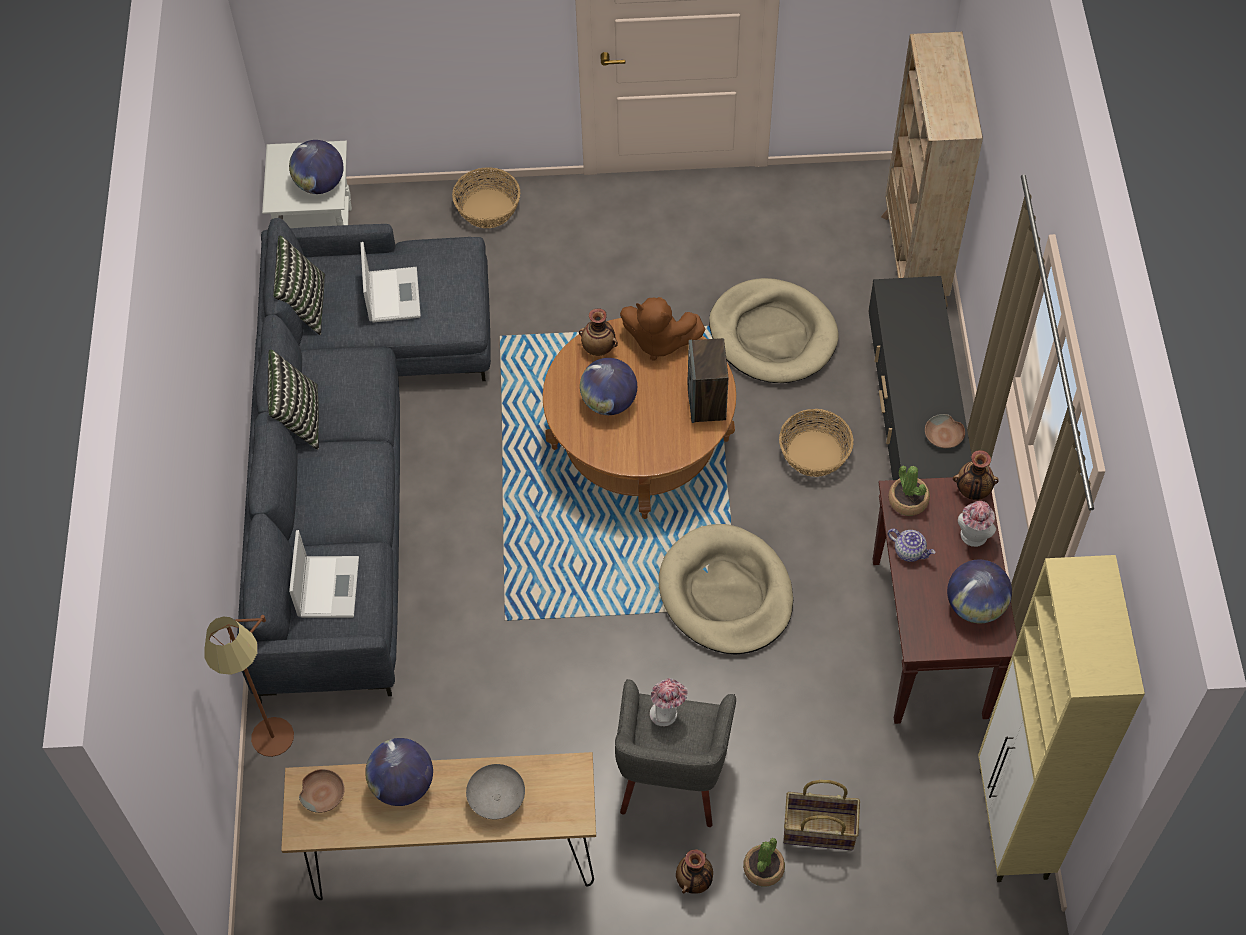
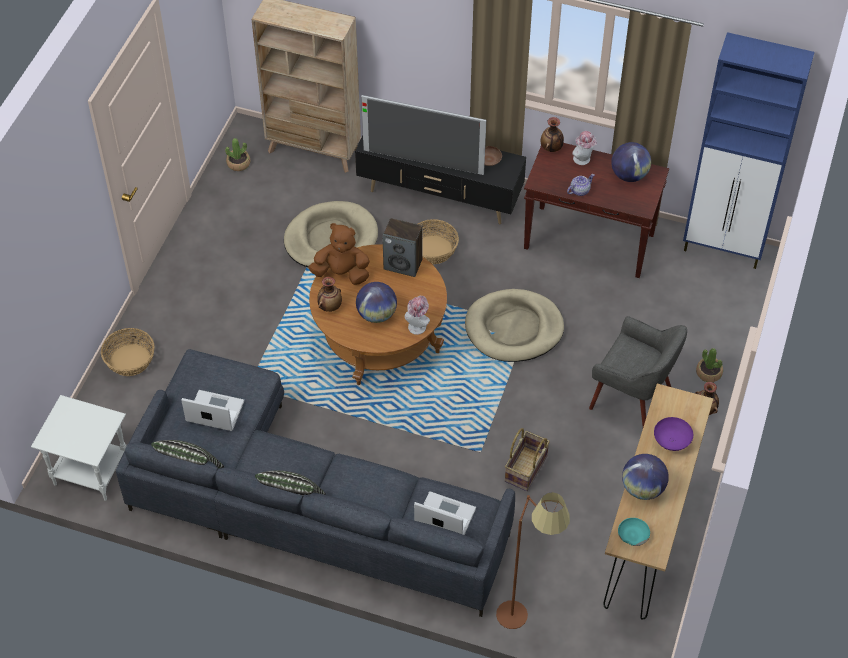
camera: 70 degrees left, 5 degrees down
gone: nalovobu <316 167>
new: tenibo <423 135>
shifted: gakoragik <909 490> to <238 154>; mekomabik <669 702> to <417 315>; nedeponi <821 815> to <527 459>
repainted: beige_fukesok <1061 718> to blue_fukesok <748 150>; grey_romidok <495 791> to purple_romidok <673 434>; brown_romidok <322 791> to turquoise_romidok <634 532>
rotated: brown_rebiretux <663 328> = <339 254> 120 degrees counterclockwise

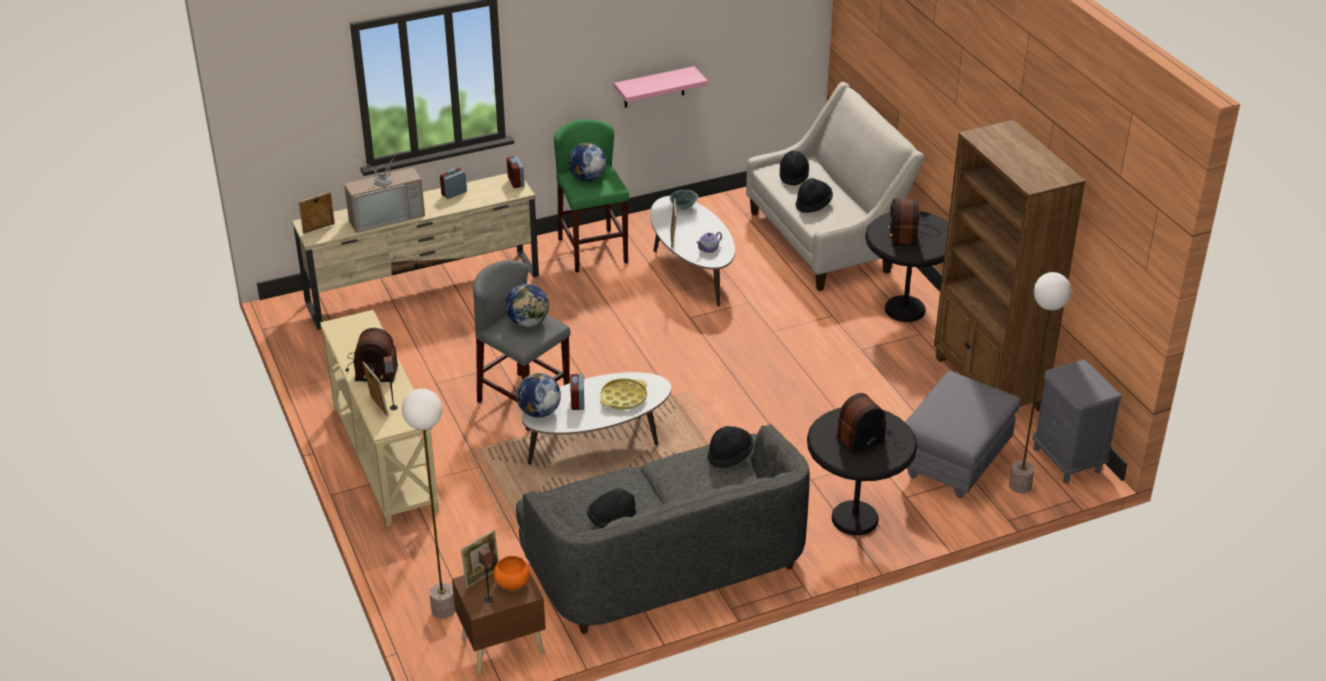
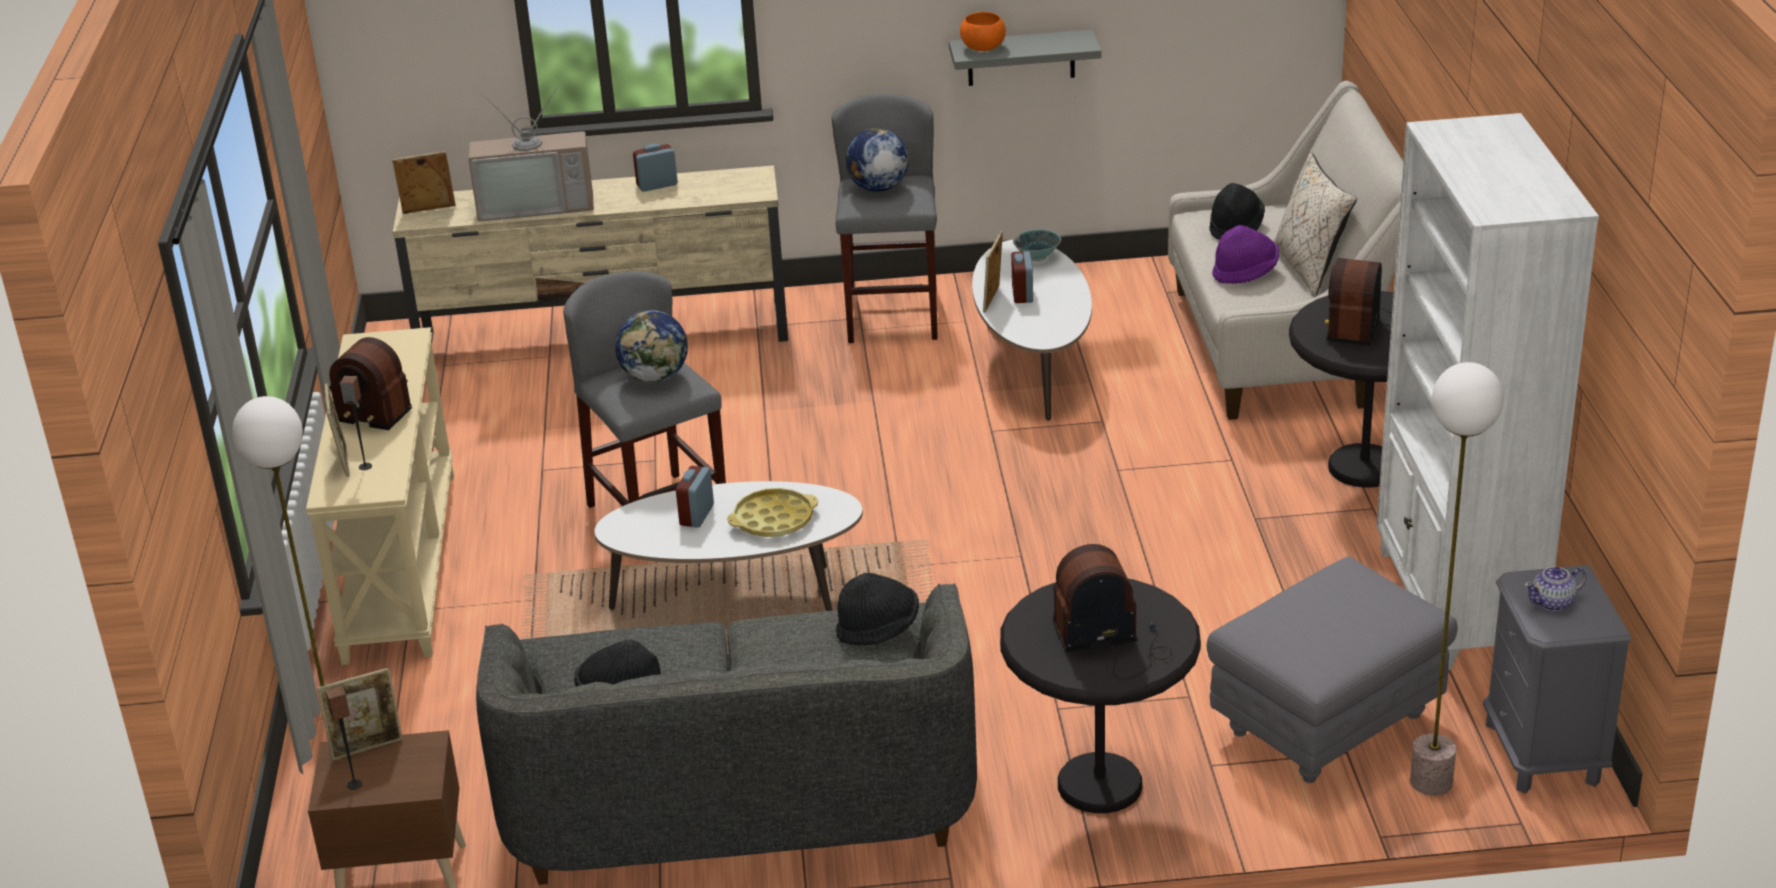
camera: 20 degrees right, 5 degrees down
gone: nalovobu <538 395>
new: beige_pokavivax <1315 224>
shifted: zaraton <515 172> to <1022 277>; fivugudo <709 242> to <1555 588>; orange_romidok <512 573> to <983 31>
repainted: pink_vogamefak <661 87> to grey_vogamefak <1025 58>; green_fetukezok <591 196> to grey_fetukezok <885 218>; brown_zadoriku <1010 265> to white_zadoriku <1488 392>; black_mekomabik <814 195> to purple_mekomabik <1245 254>

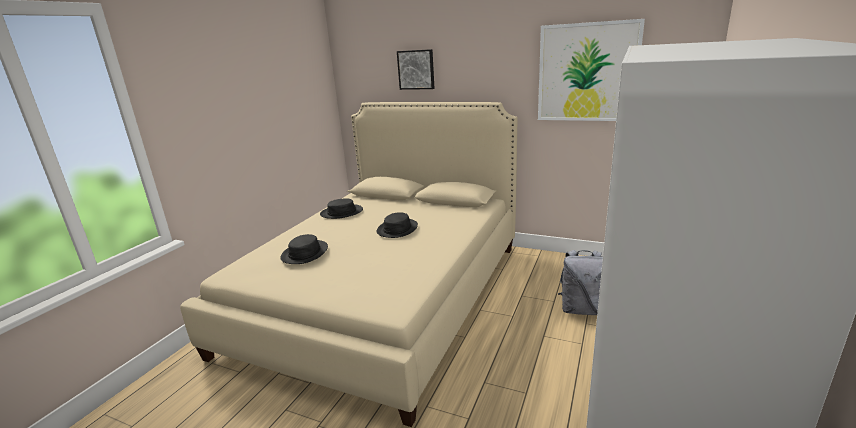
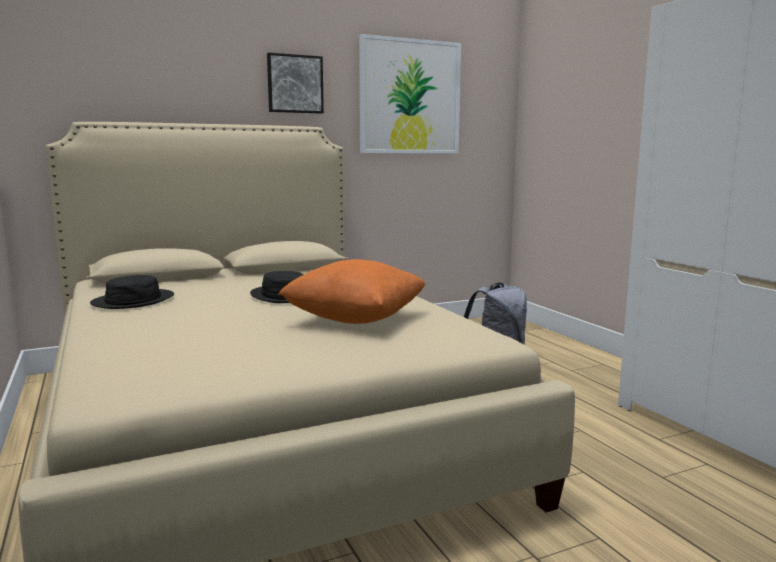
camera: 50 degrees left, 10 degrees down
gone: black_mekomabik <304 249>
new: orange_pokavivax <352 291>
shifted: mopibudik <416 69> to <295 83>

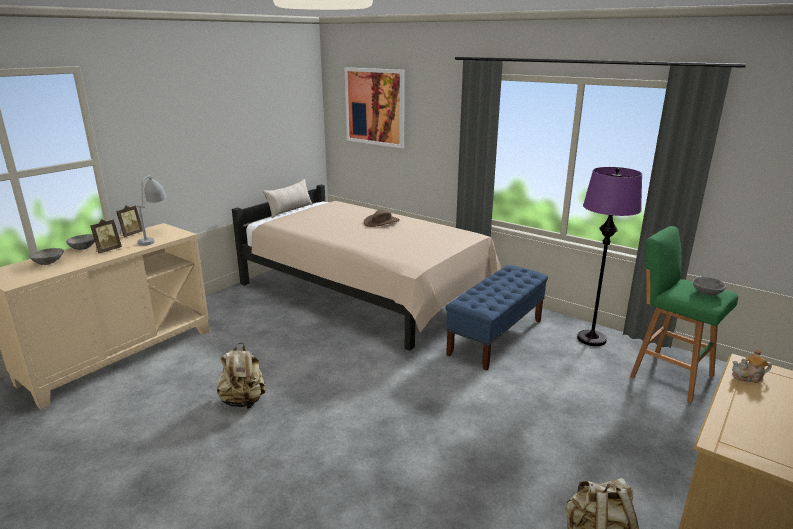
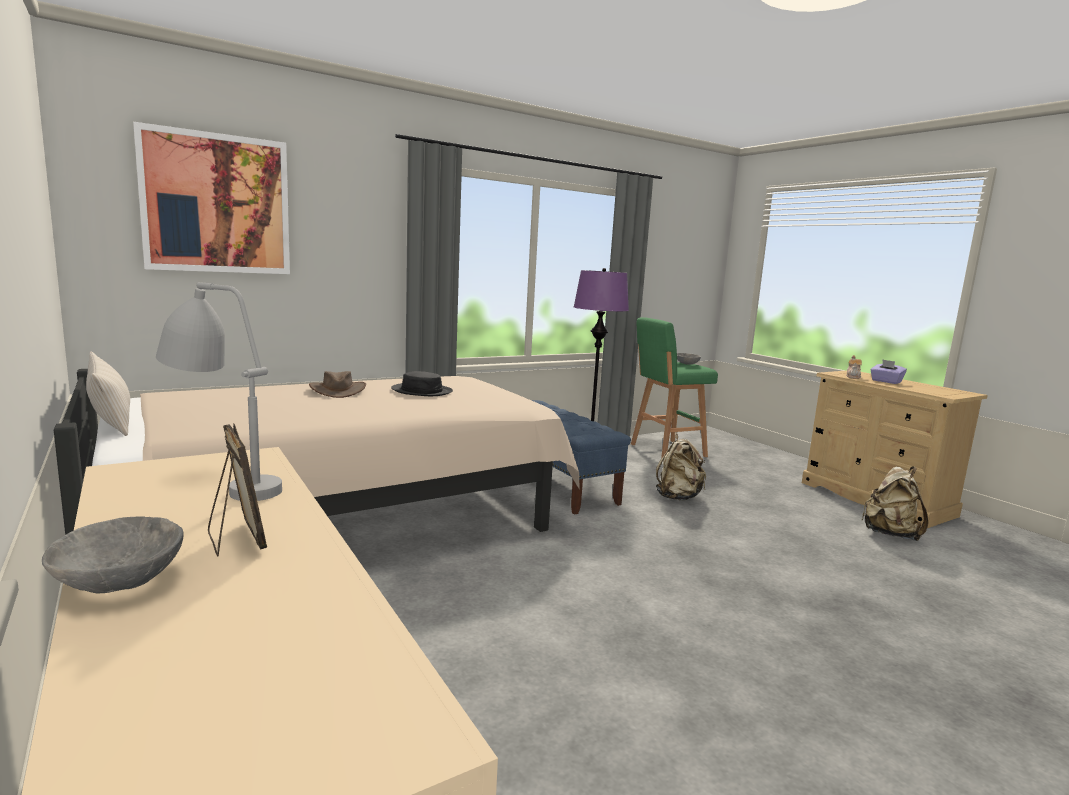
camera: 70 degrees left, 10 degrees down
gone: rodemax <129 221>; grey_romidok <46 256>
new: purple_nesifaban <888 371>; black_mekomabik <422 383>
shifted: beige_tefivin <241 376> to <681 466>

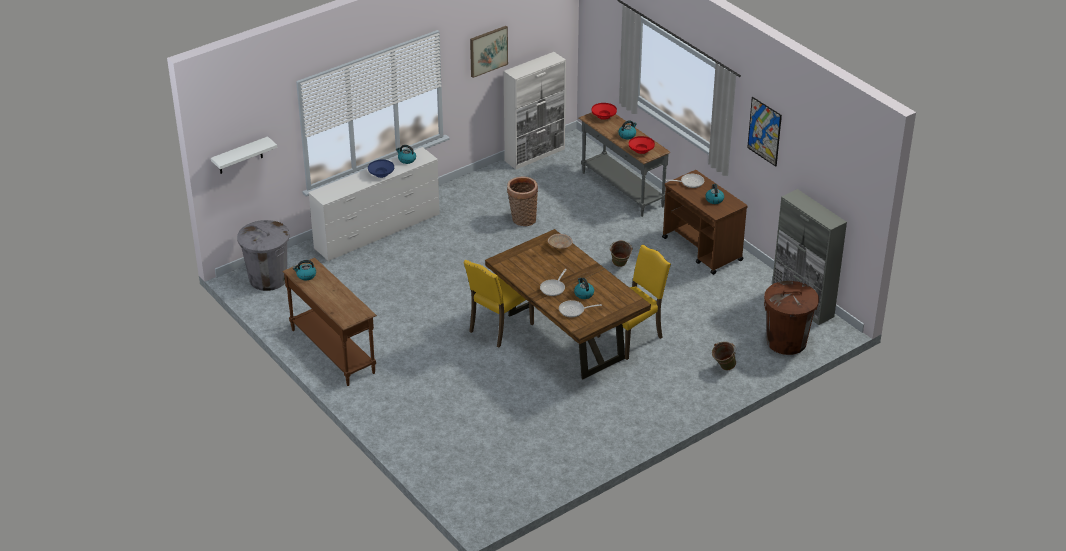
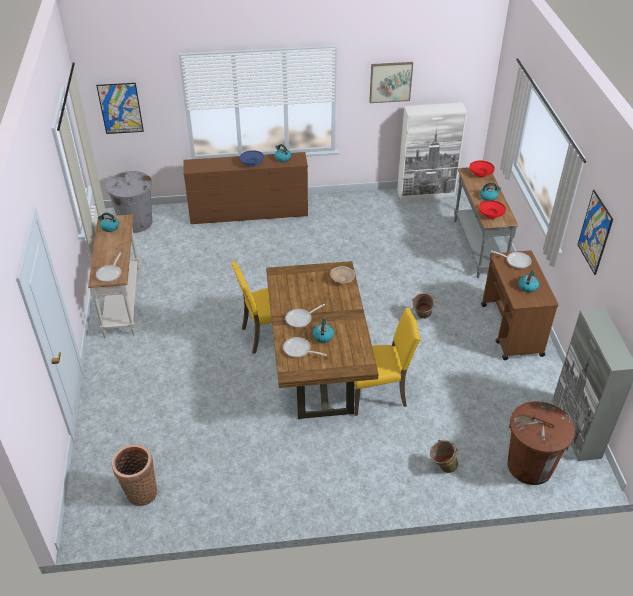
camera: 30 degrees right, 5 degrees up
new: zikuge <108 267>
shifted: nedeponi <522 201> to <134 475>
swapped: white_vogamefak <244 155> to mopibudik <120 108>
repainted: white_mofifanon <374 204> to brown_mofifanon <245 188>; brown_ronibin <329 322> to white_ronibin <114 276>

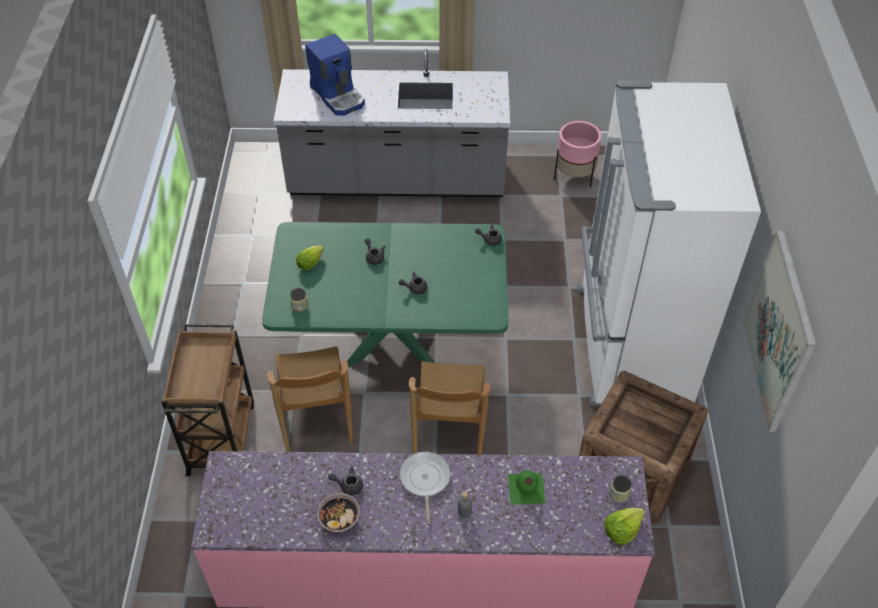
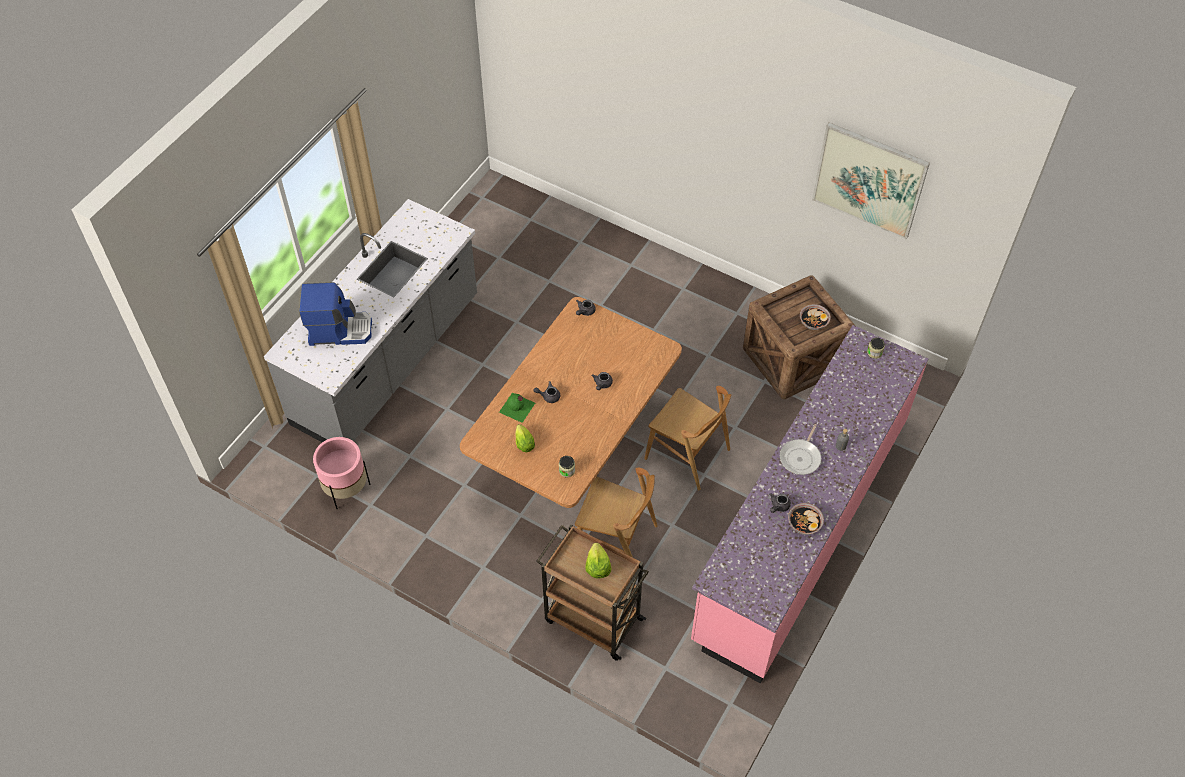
camera: 60 degrees left, 5 degrees up
gone: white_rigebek <670 242>
new: romidok <815 317>
shifted: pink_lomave <578 154> to <342 473>; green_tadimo <527 487> to <517 408>; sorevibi <624 526> to <598 560>
repainted: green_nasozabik <385 295> to brown_nasozabik <571 402>
rotated: zikuge <425 488> = <800 449> 90 degrees counterclockwise

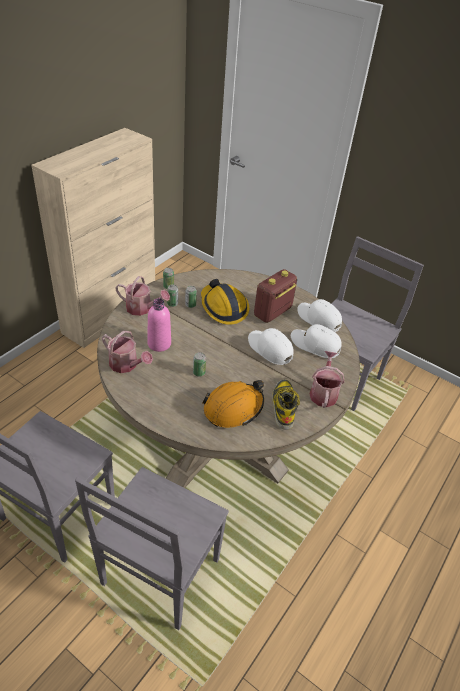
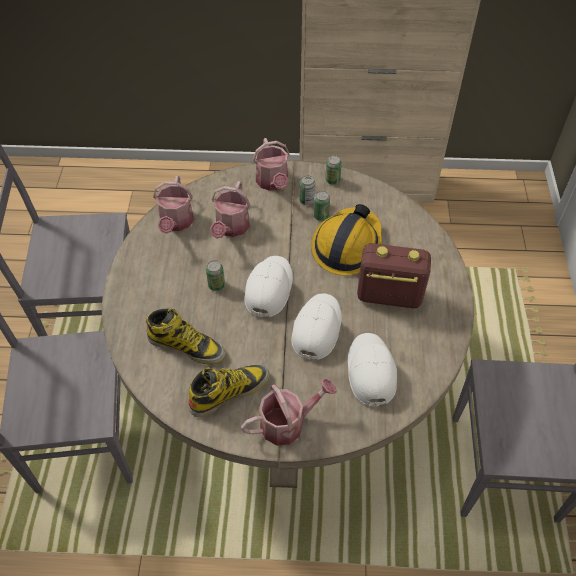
camera: 60 degrees right, 10 degrees up
shifted: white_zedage <319 316> to <268 286>
swapped: pink_tadimo <159 325> to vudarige <230 210>; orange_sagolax <233 404> to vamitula <186 337>

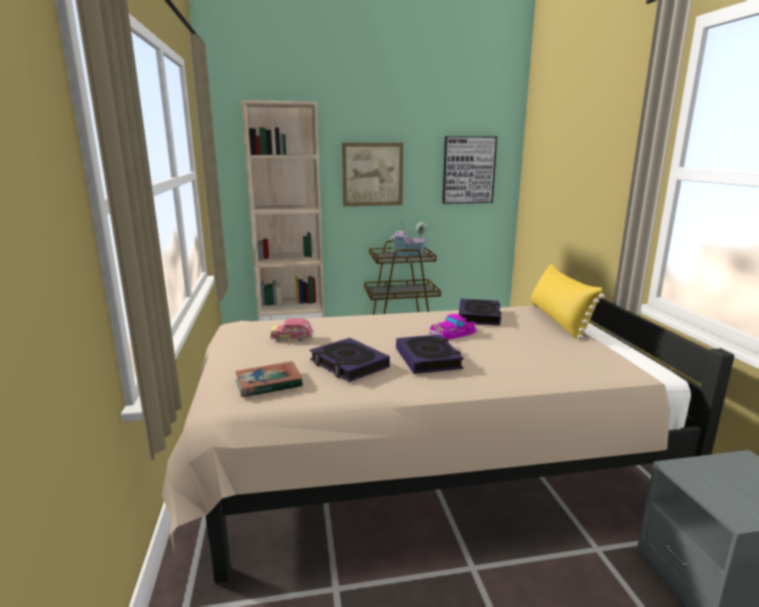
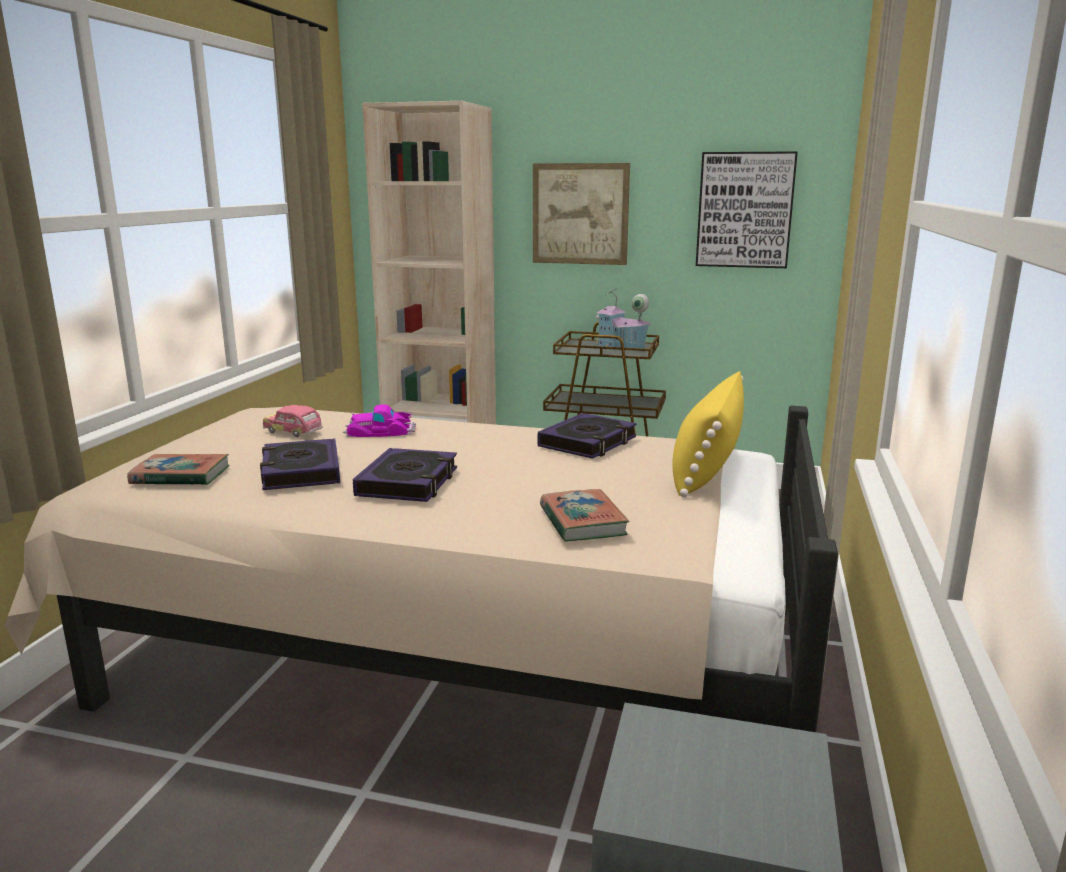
camera: 25 degrees right, 0 degrees up
new: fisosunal <585 515>
shifted: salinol <453 327> to <379 420>

